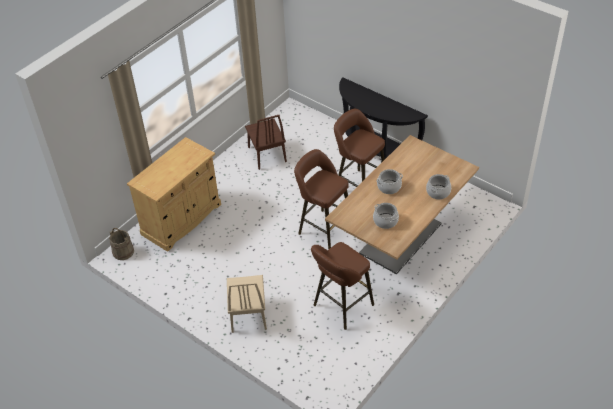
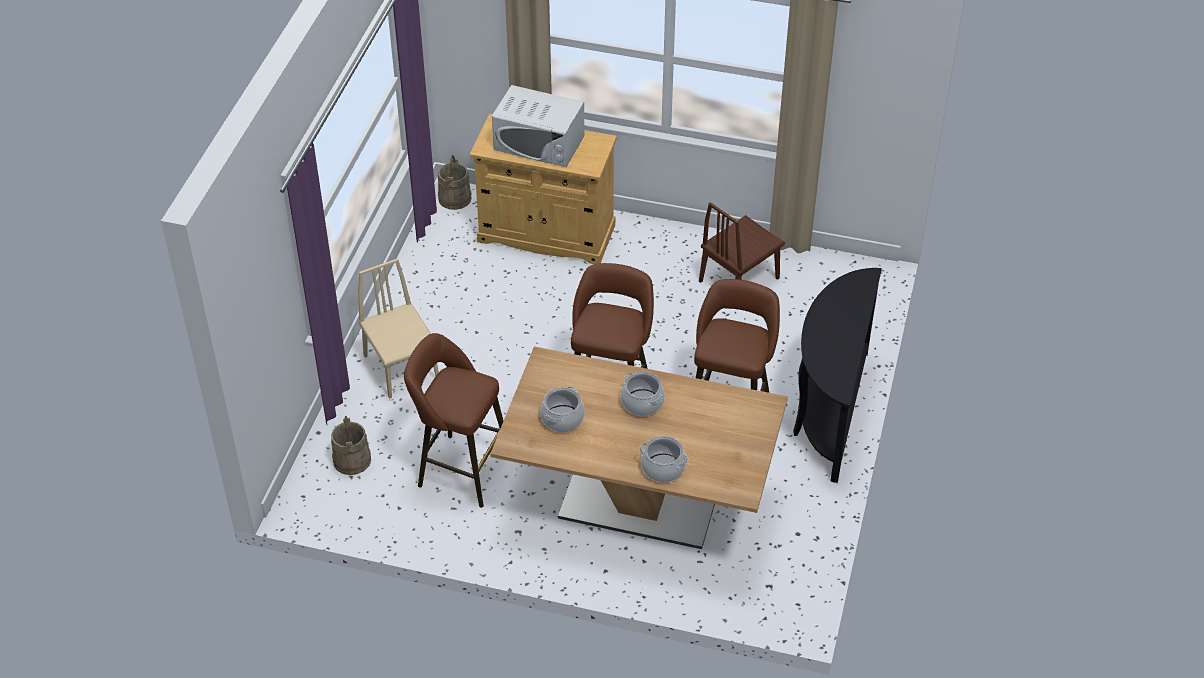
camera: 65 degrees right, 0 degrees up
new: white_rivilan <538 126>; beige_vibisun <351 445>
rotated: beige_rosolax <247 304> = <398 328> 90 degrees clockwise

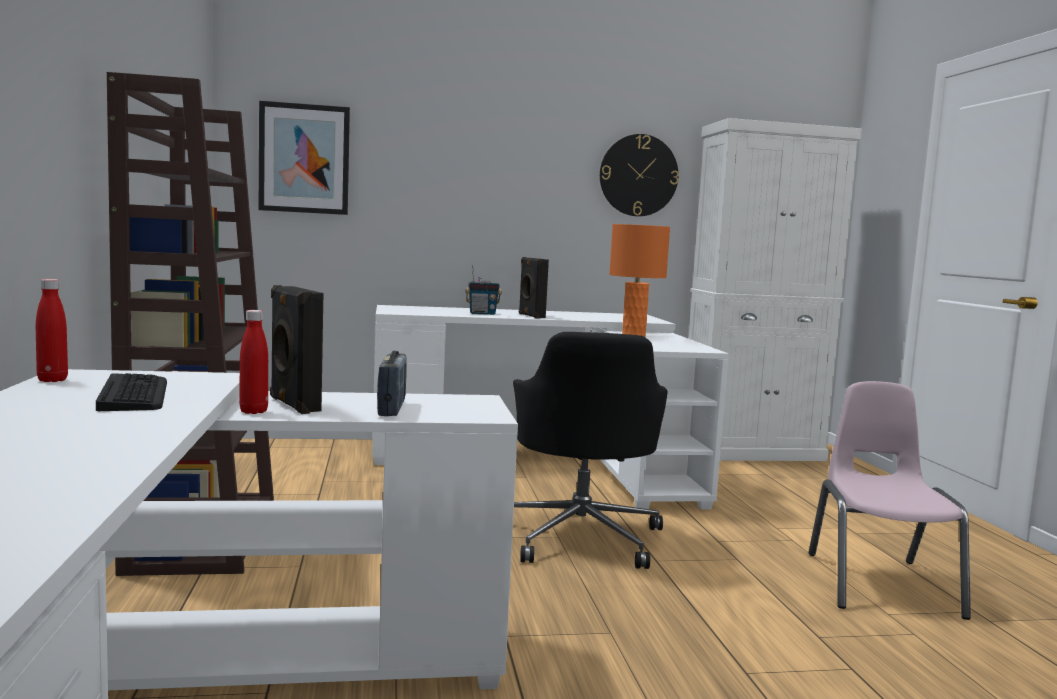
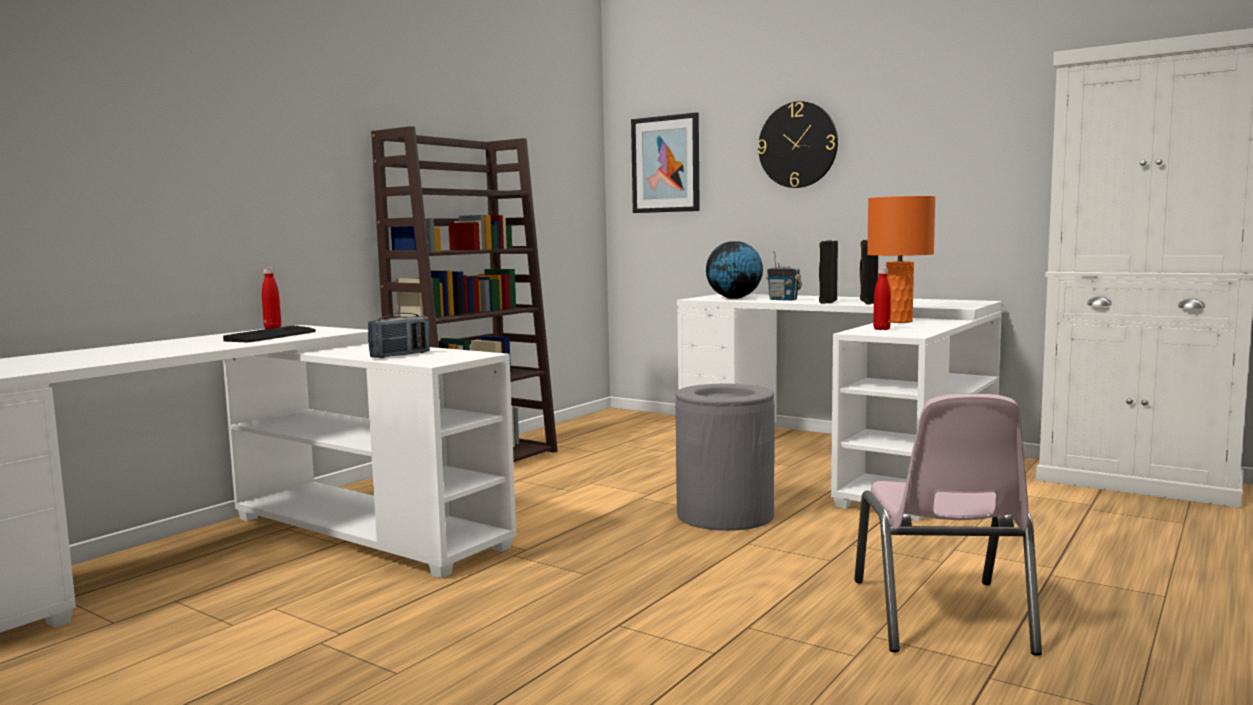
camera: 45 degrees right, 0 degrees up
new: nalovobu <734 270>
shifted: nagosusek <639 175> to <798 144>; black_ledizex <296 349> to <869 272>; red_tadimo <253 362> to <882 299>
swapped: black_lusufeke <590 450> to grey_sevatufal <725 457>
rotated: pink_rosolax <890 500> = <948 525> 135 degrees clockwise

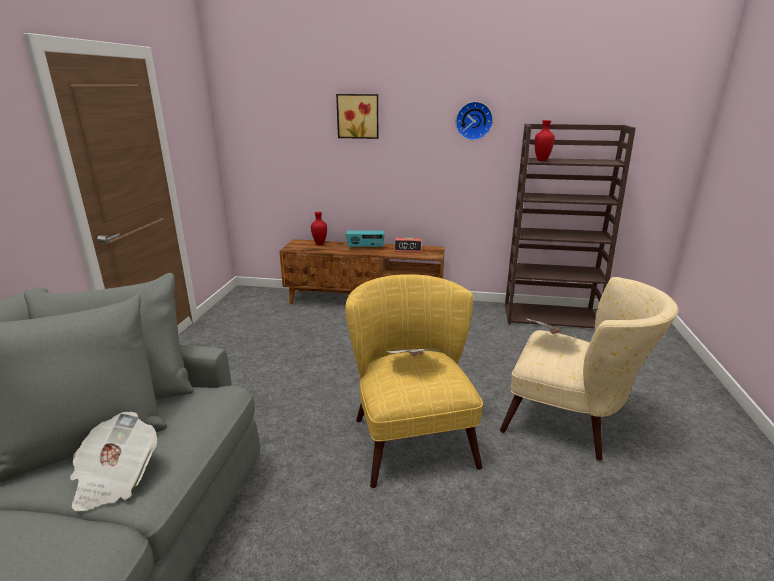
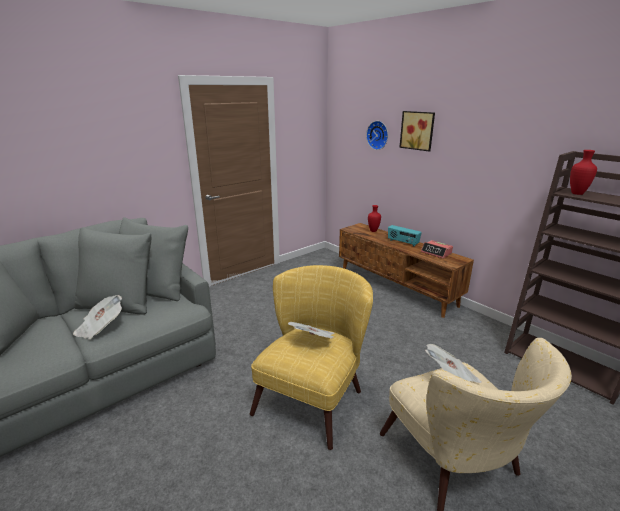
camera: 40 degrees right, 0 degrees up
shifted: nagosusek <474 120> to <377 135>

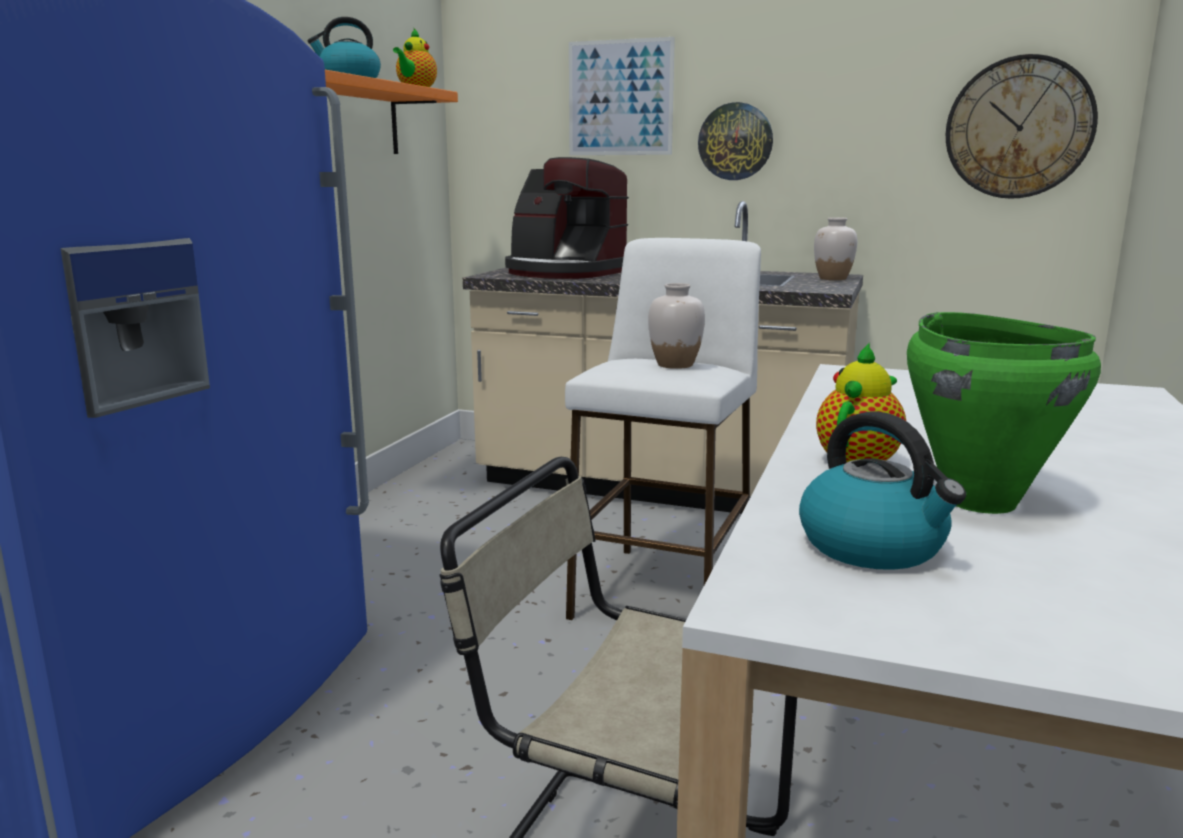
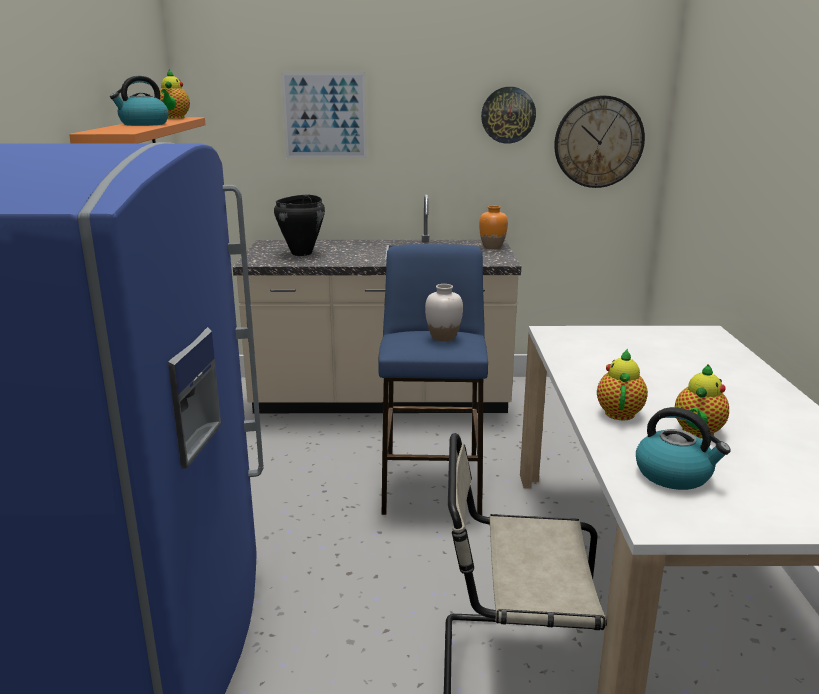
camera: 20 degrees left, 5 degrees up
shifted: nagosusek <735 141> to <508 115>
swapped: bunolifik <567 218> to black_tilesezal <299 225>; green_tilesezal <1004 413> to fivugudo <702 401>
repainted: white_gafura <835 248> to orange_gafura <493 227>; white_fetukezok <663 429> to blue_fetukezok <433 379>

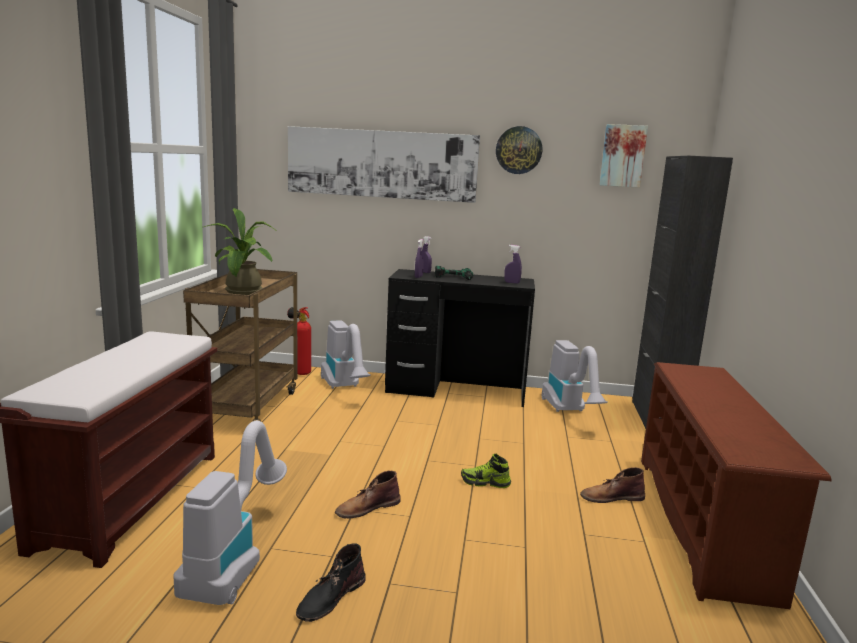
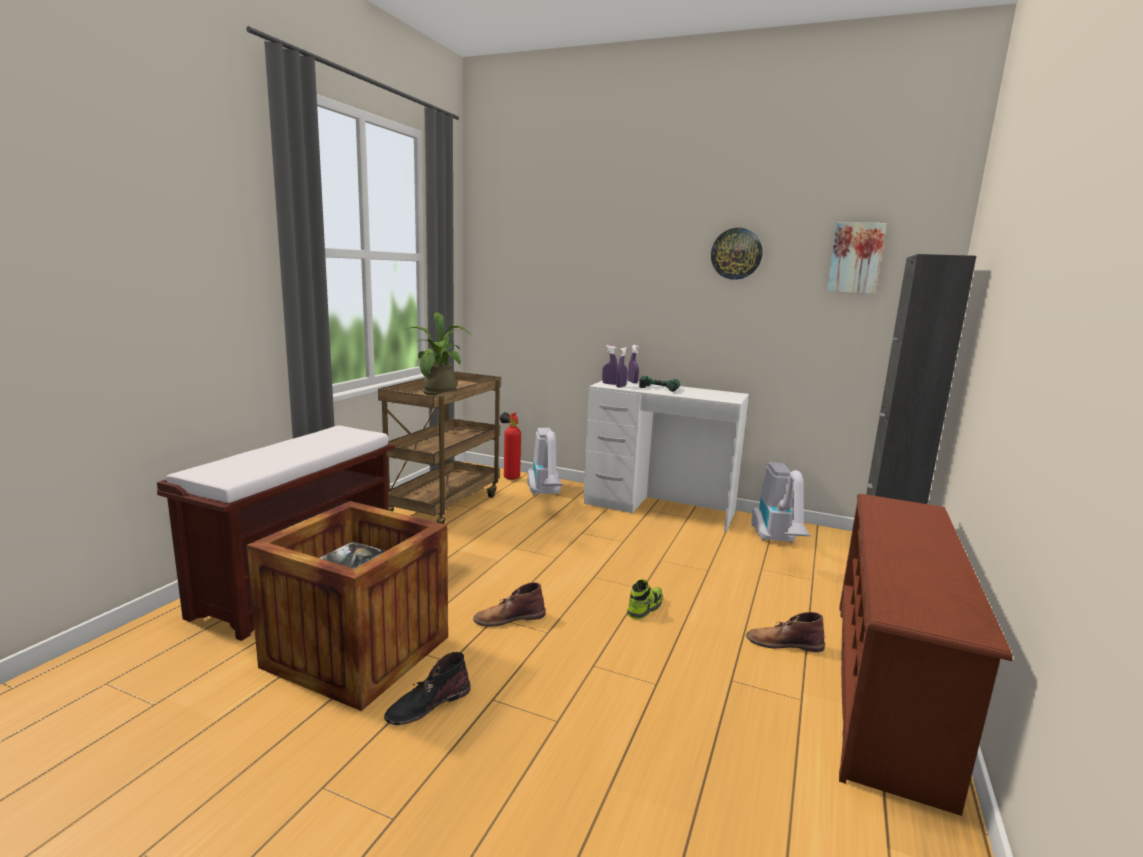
camera: 15 degrees right, 0 degrees up
gone: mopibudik <384 164>
shifted: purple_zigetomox <513 264> to <610 365>
swapped: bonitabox <230 513> to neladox <347 606>
repainted: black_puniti <460 338> to white_puniti <666 456>
rotated: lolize <486 471> = <645 599> 105 degrees clockwise

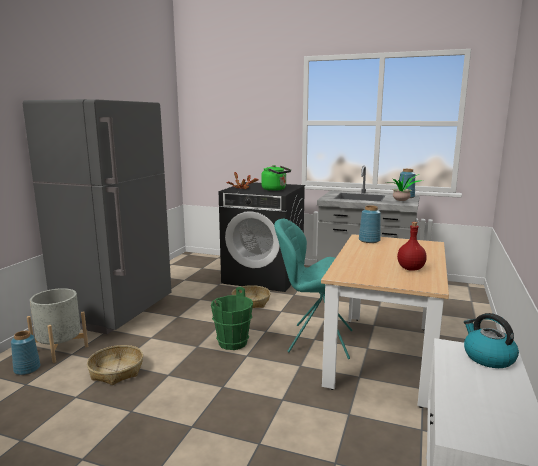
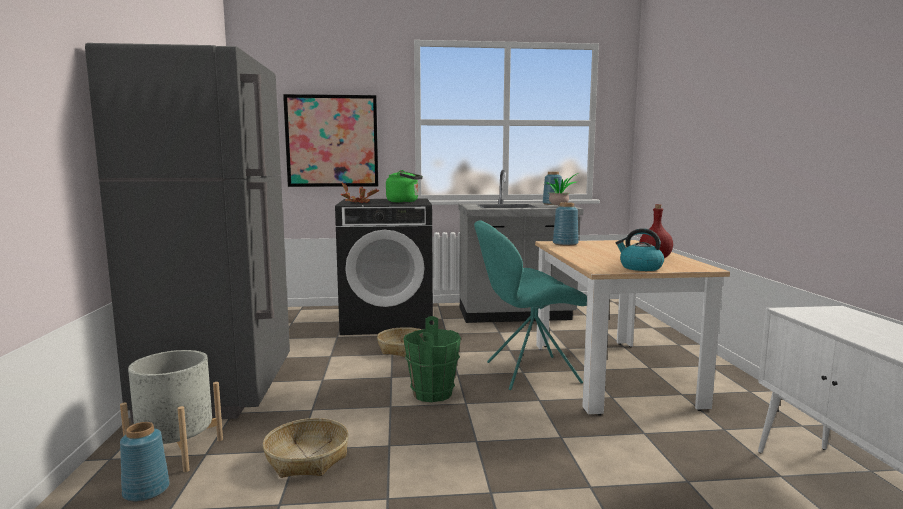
camera: 25 degrees left, 5 degrees down
new: mopibudik <330 140>
shifted: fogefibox <491 340> to <640 249>

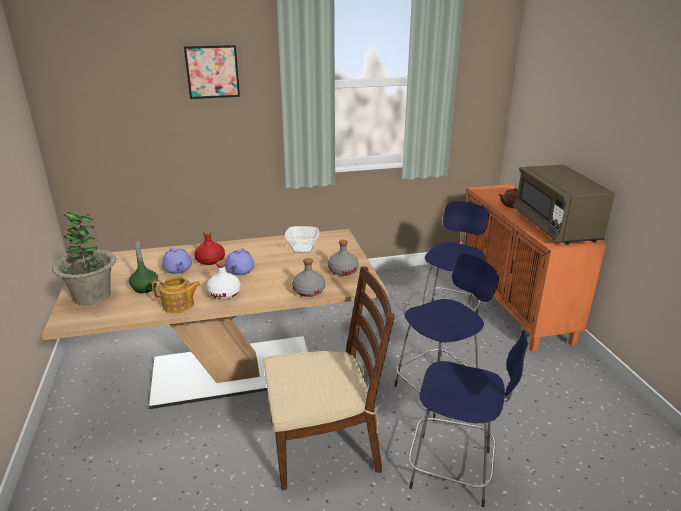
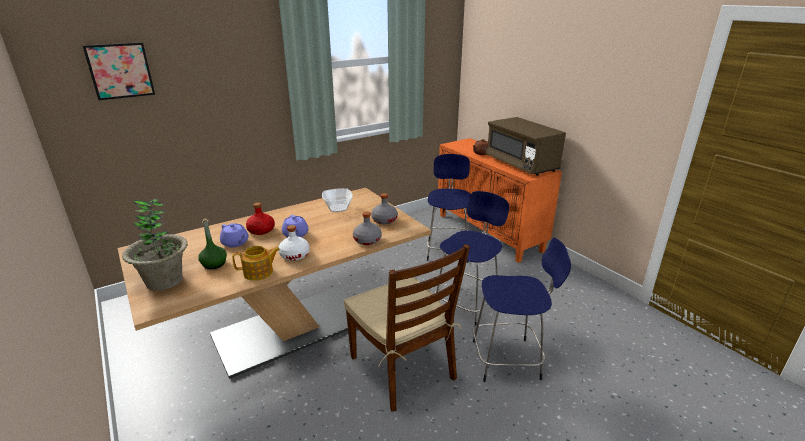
camera: 20 degrees left, 0 degrees up
shifted: mopibudik <212 72> to <119 71>
rotated: brown_rosolax <329 378> = <407 328> 90 degrees clockwise

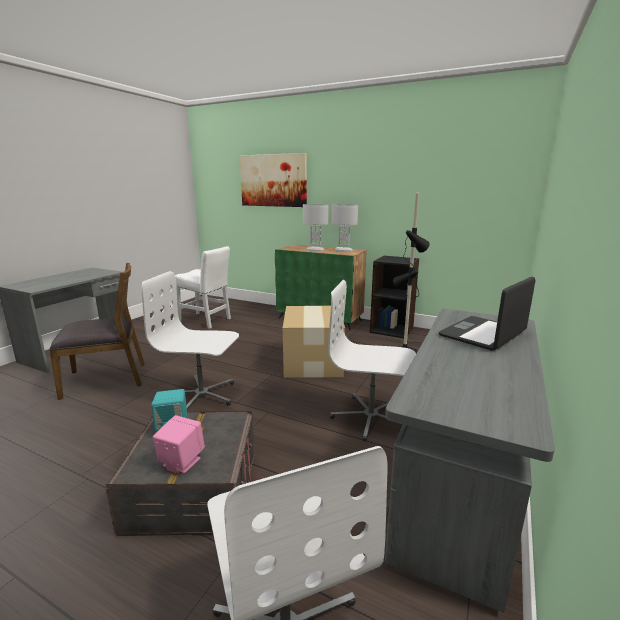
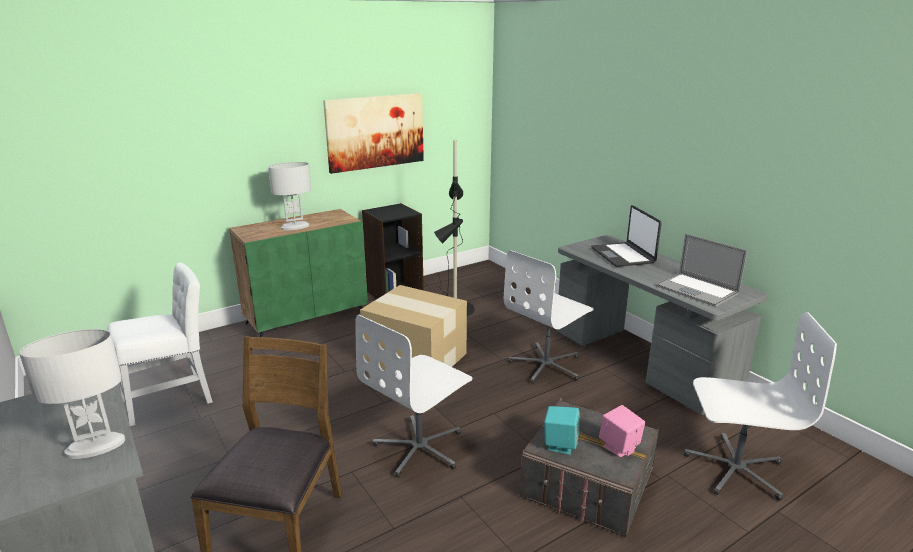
camera: 60 degrees left, 5 degrees up
new: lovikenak <701 270>
shifted: mopibudik <273 180> to <373 133>; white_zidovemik <344 228> to <72 394>

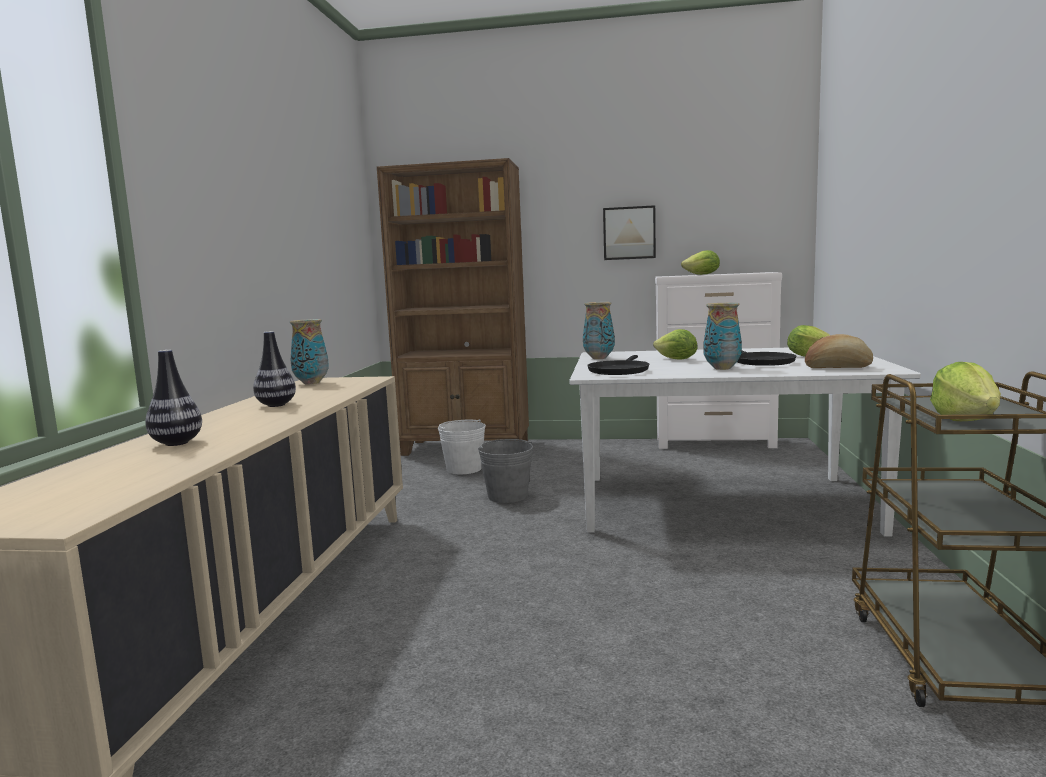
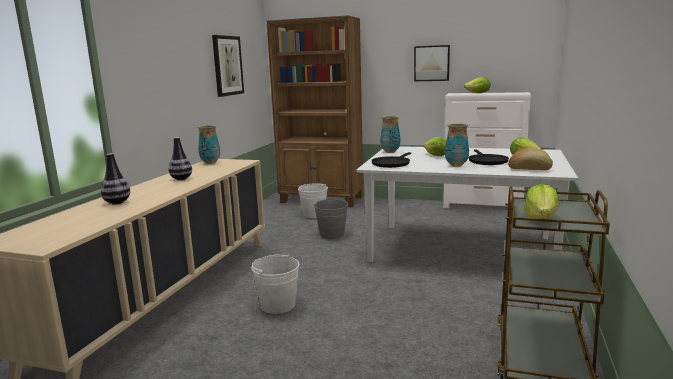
camera: 10 degrees right, 5 degrees up
new: mopibudik <228 66>; white_vibisun <275 284>

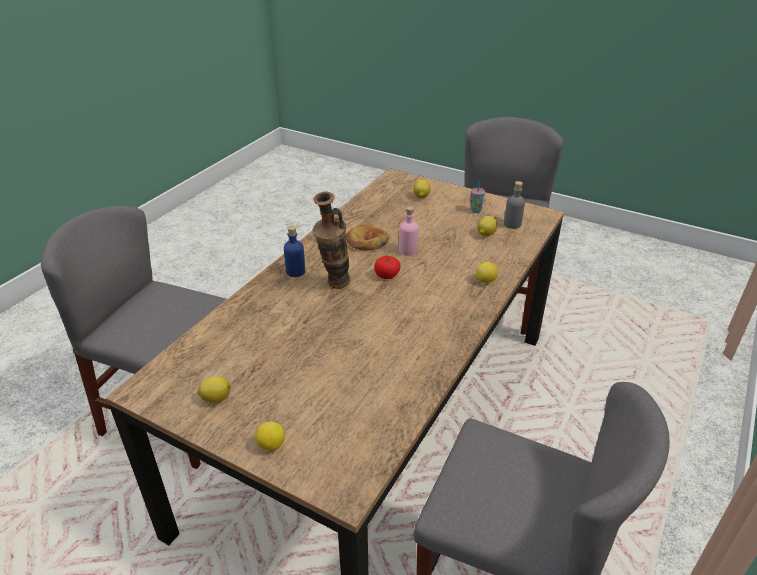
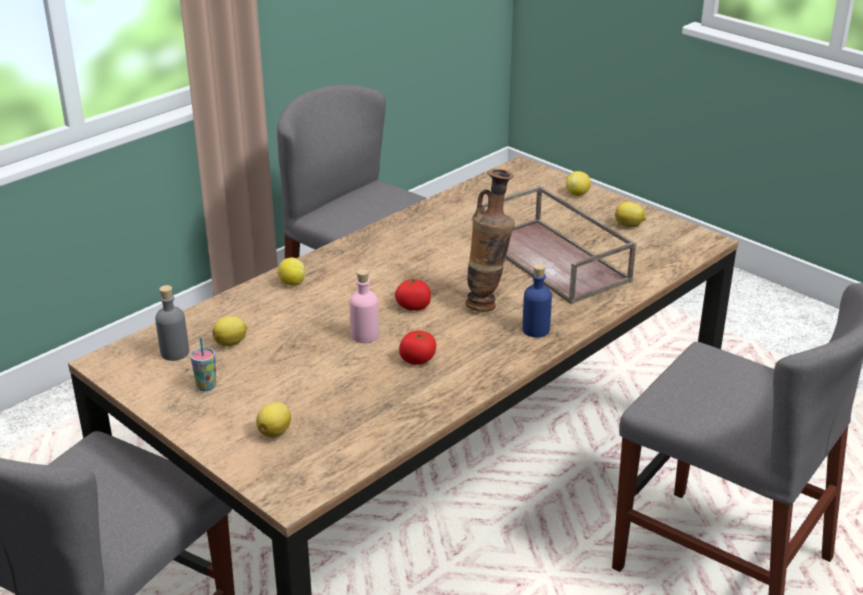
camera: 165 degrees left, 5 degrees down
new: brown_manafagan <559 244>
swapped: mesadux <367 237> to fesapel <417 348>

